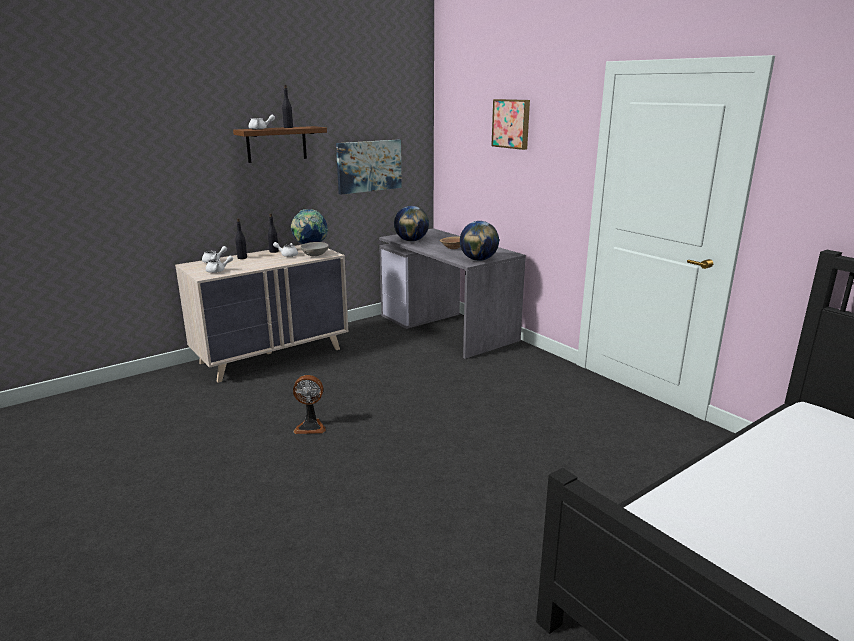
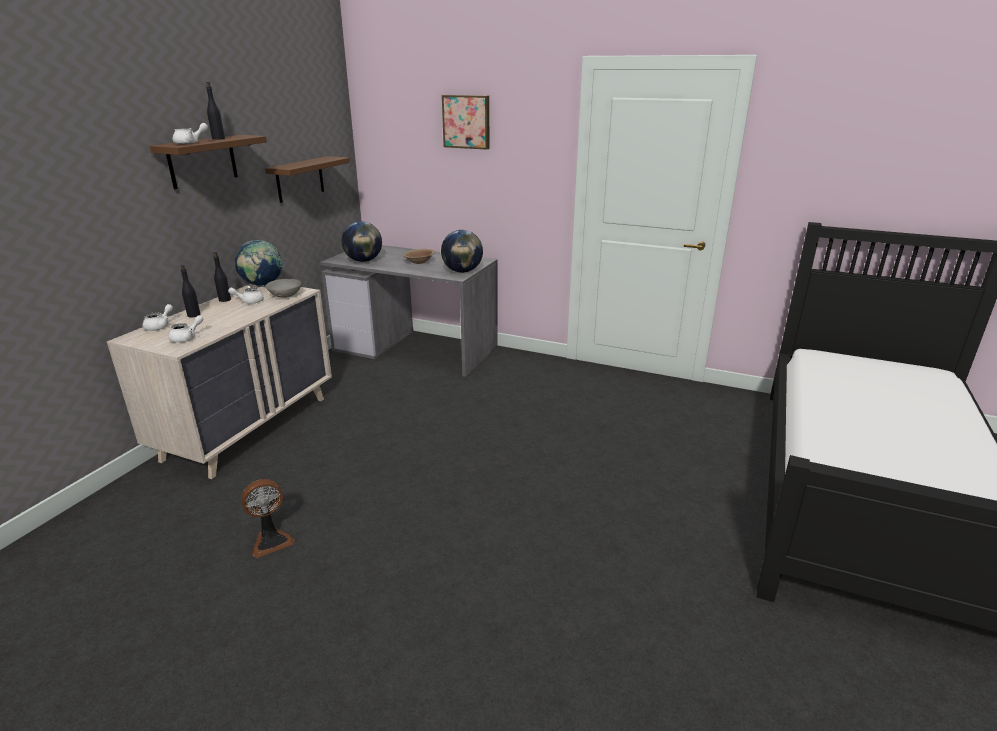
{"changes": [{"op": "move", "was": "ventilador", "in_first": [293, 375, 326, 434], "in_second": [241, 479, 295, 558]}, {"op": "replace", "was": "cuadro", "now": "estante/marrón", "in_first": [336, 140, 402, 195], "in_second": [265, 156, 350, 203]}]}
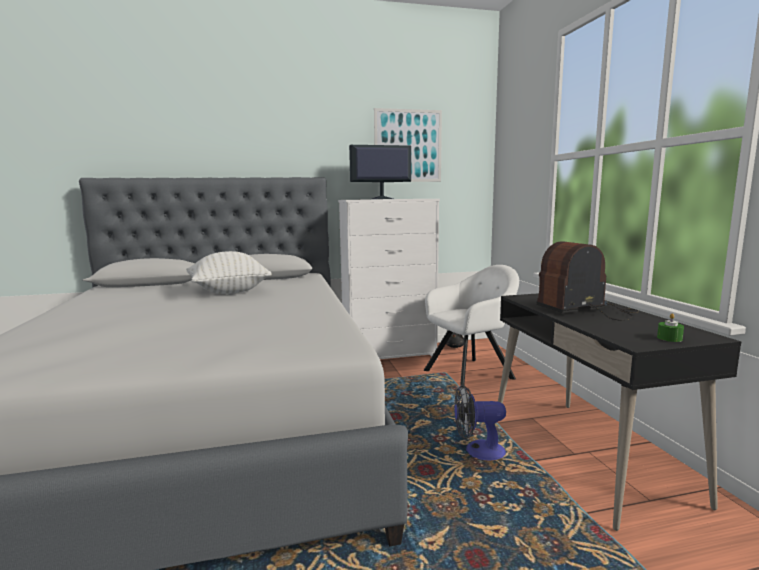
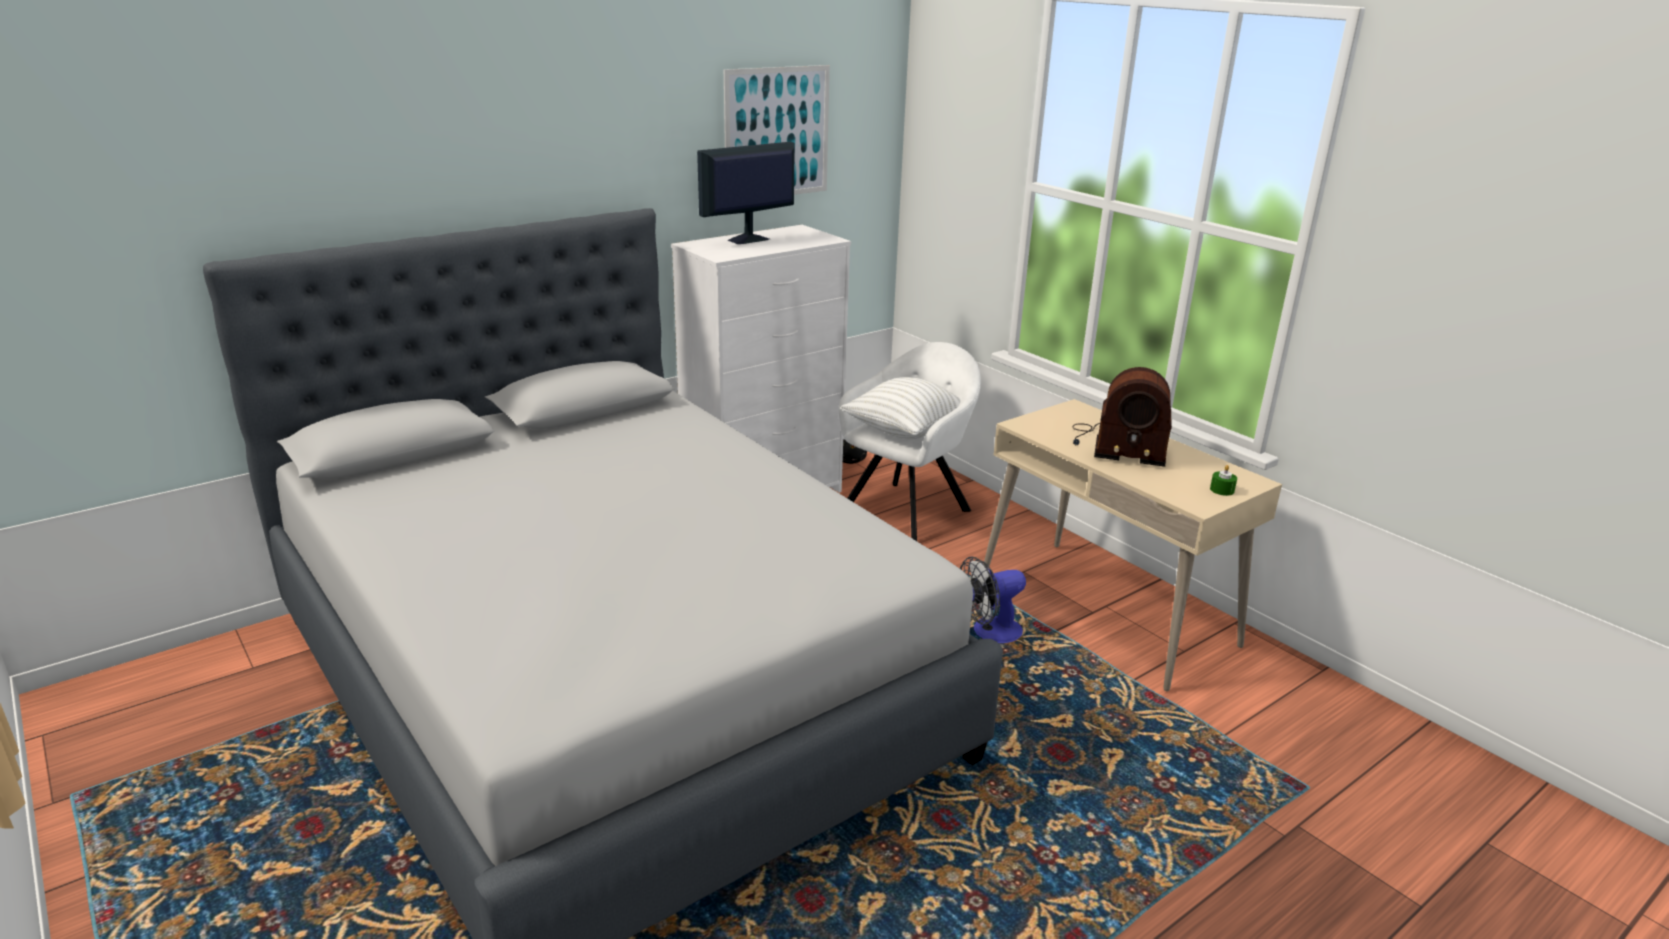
{"changes": [{"op": "move", "was": "cojín/blanco", "in_first": [186, 251, 272, 294], "in_second": [841, 377, 961, 439]}, {"op": "recolor", "was": "escritorio/negro", "now": "escritorio/beis", "in_first": [498, 293, 741, 531], "in_second": [984, 399, 1282, 691]}, {"op": "rotate", "was": "radio", "in_first": [536, 241, 639, 320], "in_second": [1072, 367, 1172, 467], "clockwise": -120}]}
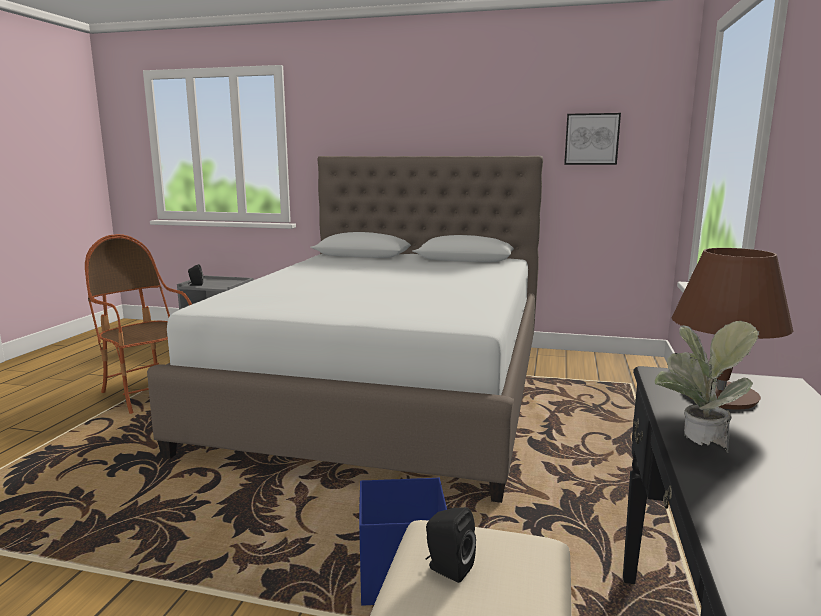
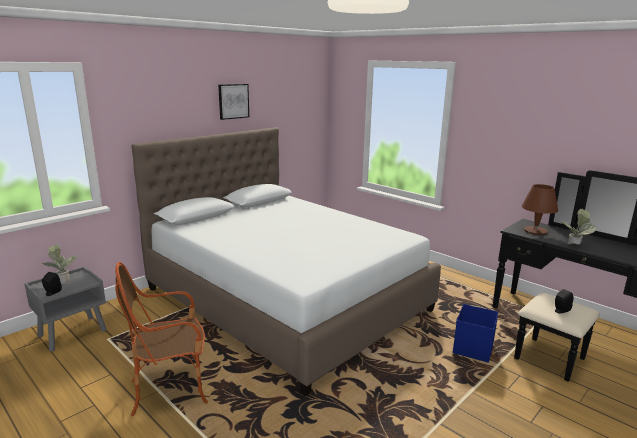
{"changes": [{"op": "move", "was": "cuadro", "in_first": [564, 113, 621, 165], "in_second": [218, 84, 249, 120]}, {"op": "insert", "now": "planta en maceta", "in_second": [42, 244, 77, 284]}]}
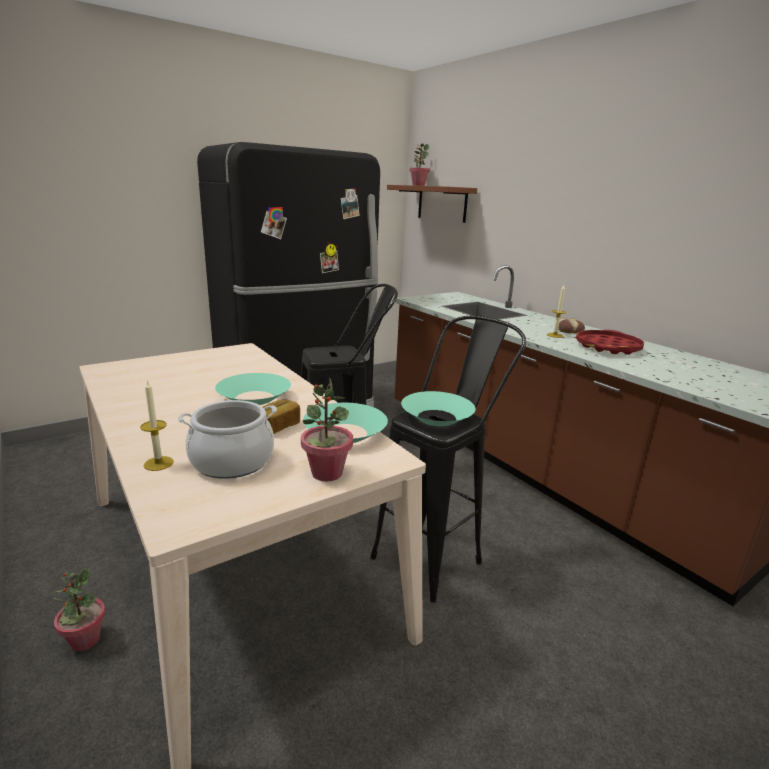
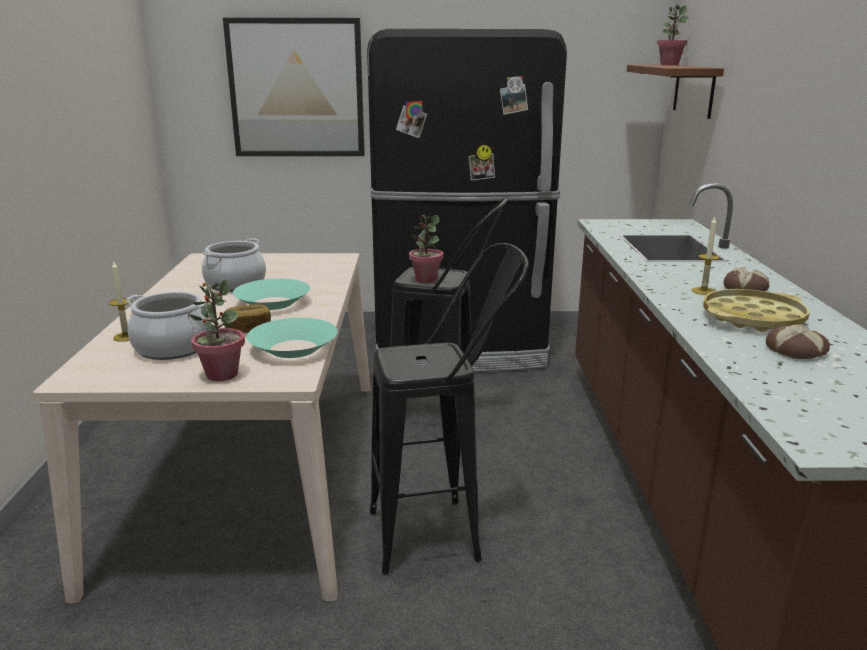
{"changes": [{"op": "move", "was": "planta en maceta", "in_first": [54, 568, 105, 651], "in_second": [409, 214, 444, 283]}, {"op": "delete", "was": "cuenco/turquesa", "in_first": [401, 391, 476, 426]}, {"op": "recolor", "was": "bandeja/rojo", "now": "bandeja/amarillo", "in_first": [576, 330, 644, 355], "in_second": [703, 289, 810, 332]}, {"op": "insert", "now": "olla", "in_second": [202, 238, 266, 292]}, {"op": "insert", "now": "cuadro", "in_second": [223, 18, 365, 156]}, {"op": "insert", "now": "pan", "in_second": [766, 324, 830, 359]}]}
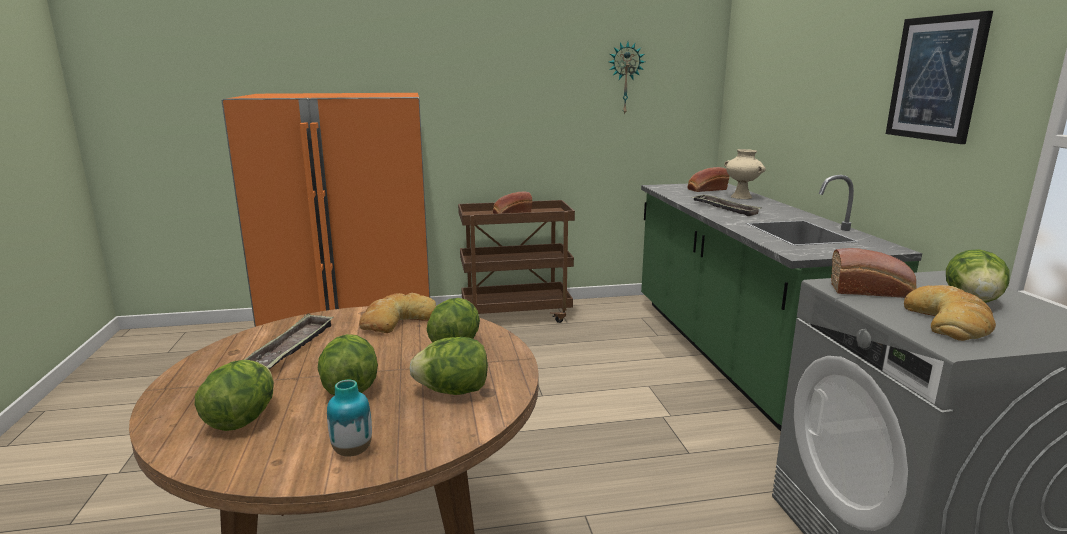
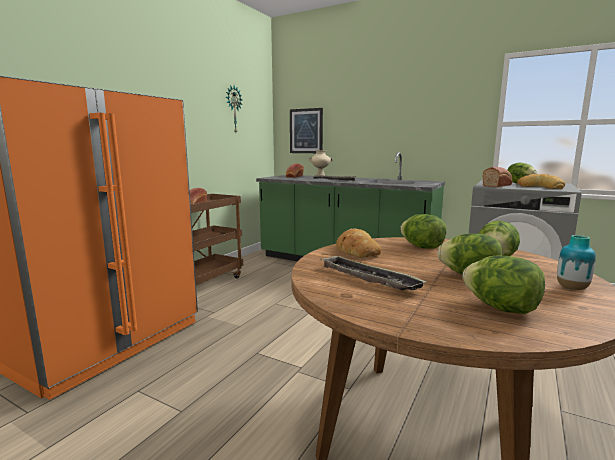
{"changes": [{"op": "move", "was": "cuadro", "in_first": [886, 11, 993, 144], "in_second": [290, 108, 323, 153]}]}
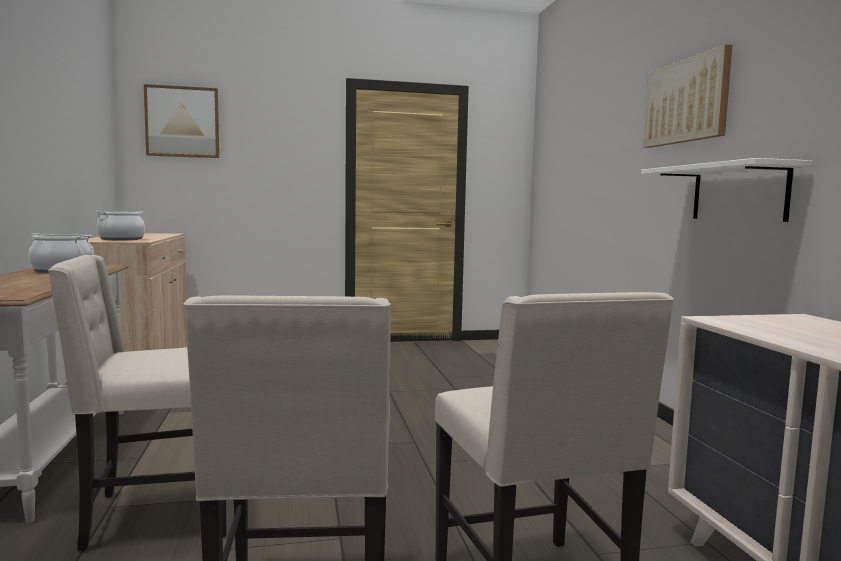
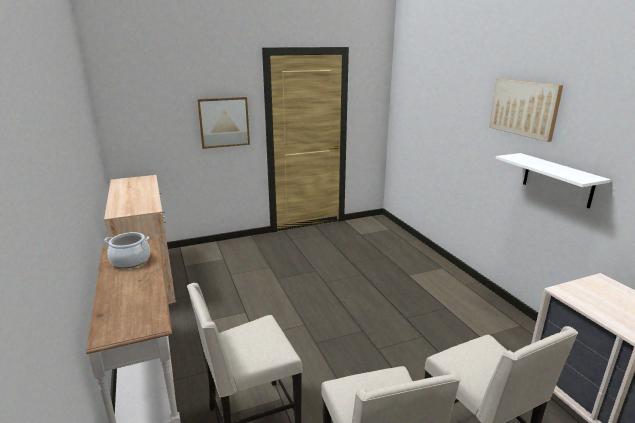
{"changes": [{"op": "delete", "was": "olla", "in_first": [95, 211, 145, 240]}, {"op": "move", "was": "cuadro", "in_first": [144, 84, 219, 158], "in_second": [197, 97, 250, 149]}]}
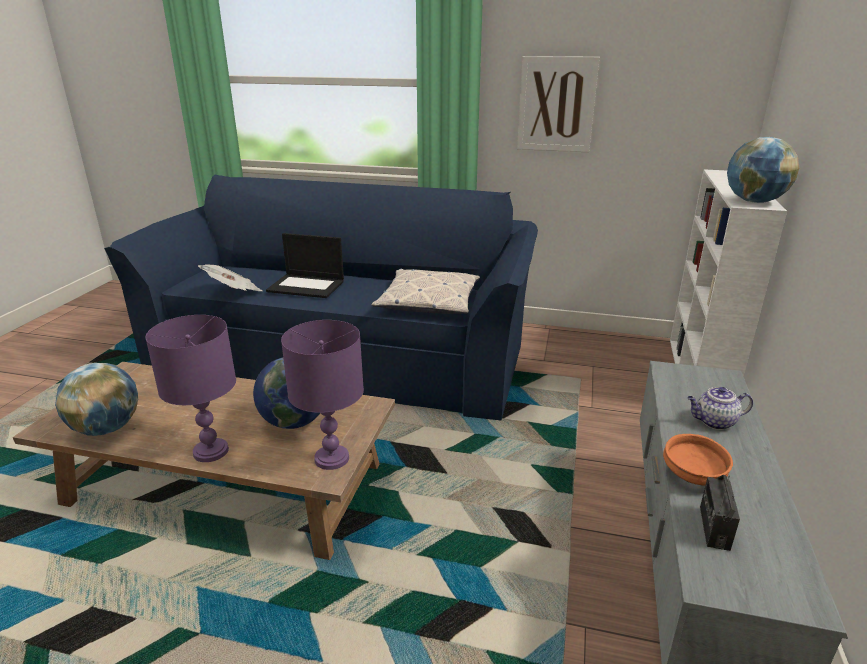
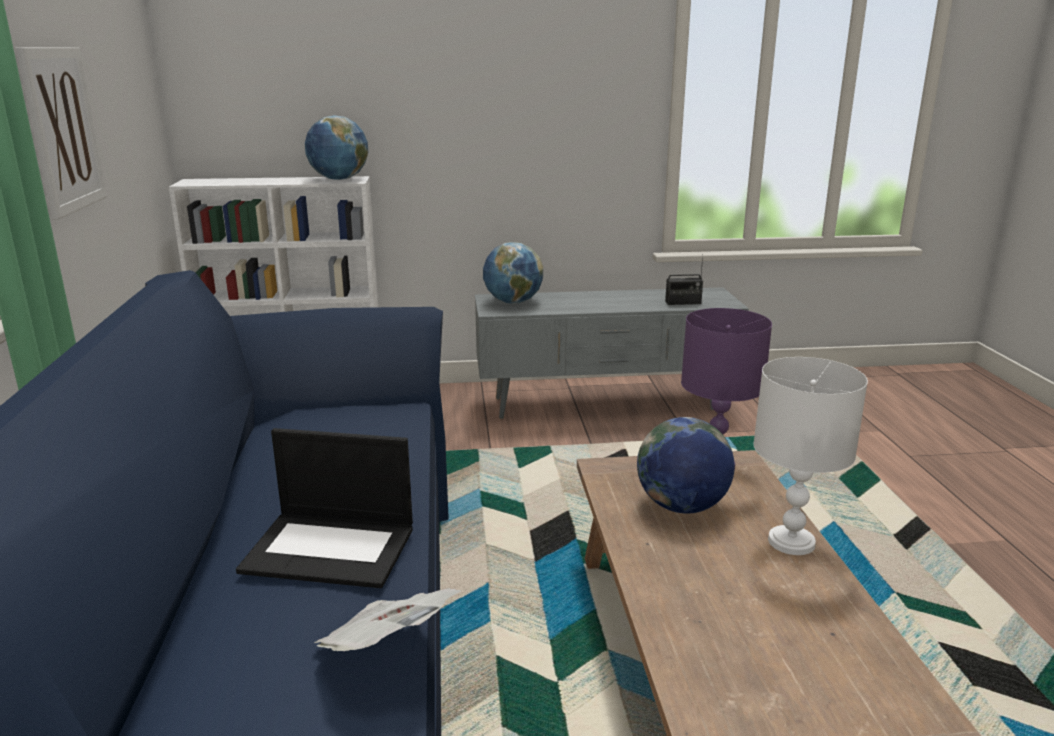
{"changes": [{"op": "move", "was": "globo terráqueo", "in_first": [55, 363, 138, 436], "in_second": [483, 242, 543, 304]}, {"op": "recolor", "was": "lámpara de mesa/morado", "now": "lámpara de mesa/blanco", "in_first": [146, 315, 236, 462], "in_second": [753, 357, 868, 555]}, {"op": "rotate", "was": "portátil", "in_first": [266, 233, 344, 298], "in_second": [236, 428, 413, 588], "clockwise": 105}, {"op": "delete", "was": "cojín", "in_first": [371, 268, 480, 314]}, {"op": "delete", "was": "cuenco/naranja", "in_first": [663, 434, 733, 485]}, {"op": "delete", "was": "tetera", "in_first": [687, 387, 753, 430]}]}
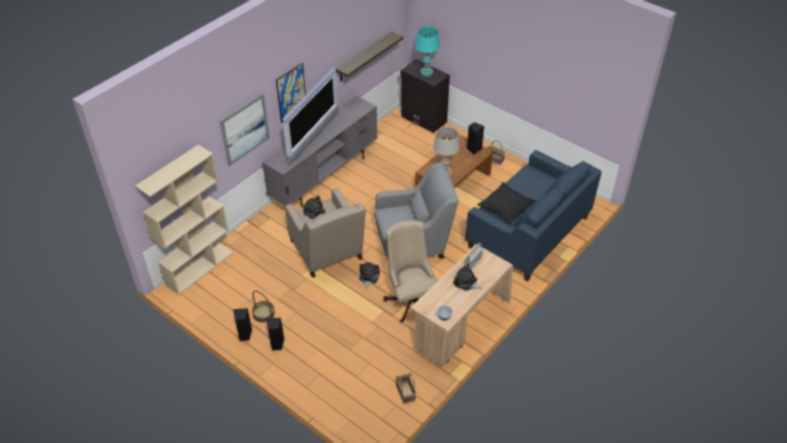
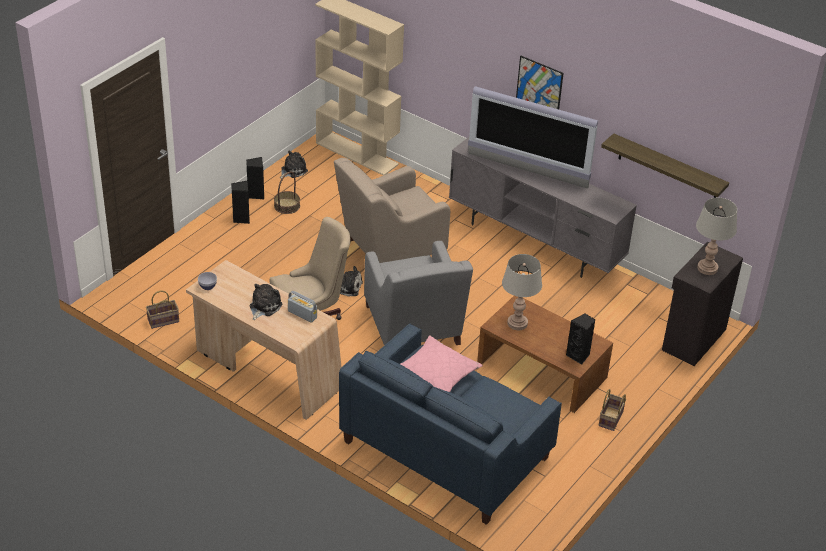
{"changes": [{"op": "delete", "was": "cuadro", "in_first": [220, 93, 270, 166]}, {"op": "move", "was": "peluche", "in_first": [303, 195, 326, 219], "in_second": [280, 151, 308, 179]}, {"op": "recolor", "was": "lámpara de mesa/turquesa", "now": "lámpara de mesa/gris", "in_first": [415, 27, 440, 77], "in_second": [696, 198, 737, 275]}, {"op": "recolor", "was": "cojín/negro", "now": "cojín/rosa", "in_first": [477, 182, 536, 225], "in_second": [401, 335, 483, 392]}]}
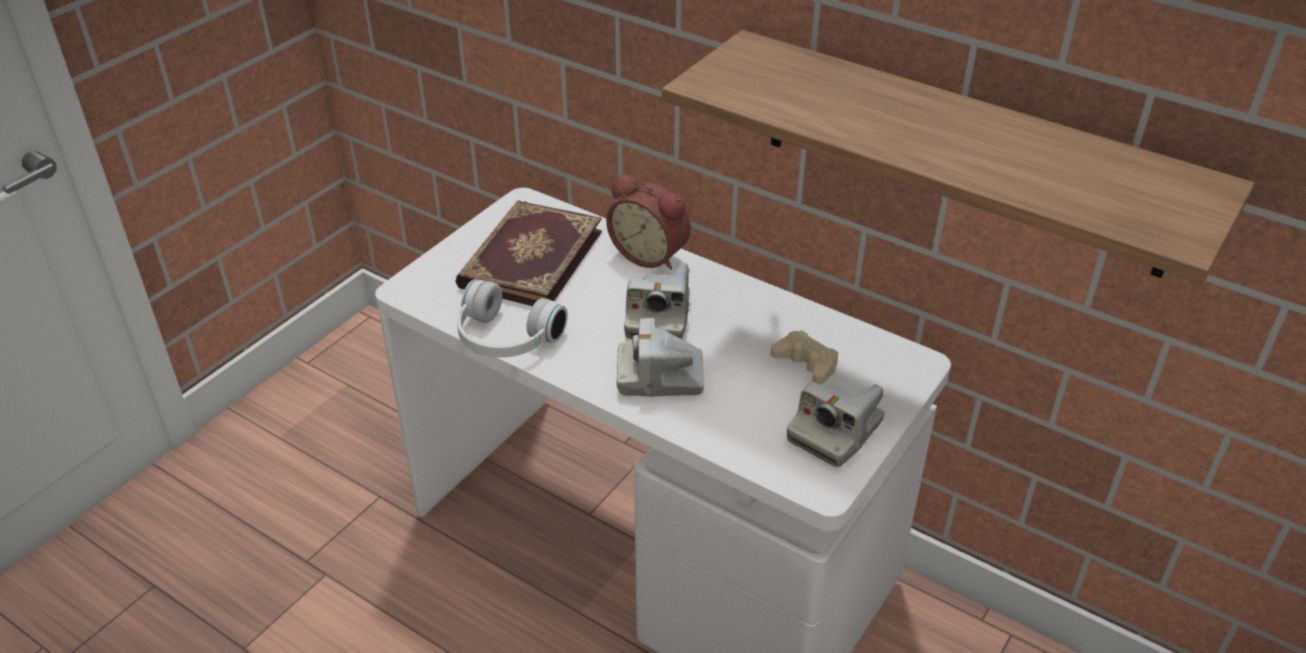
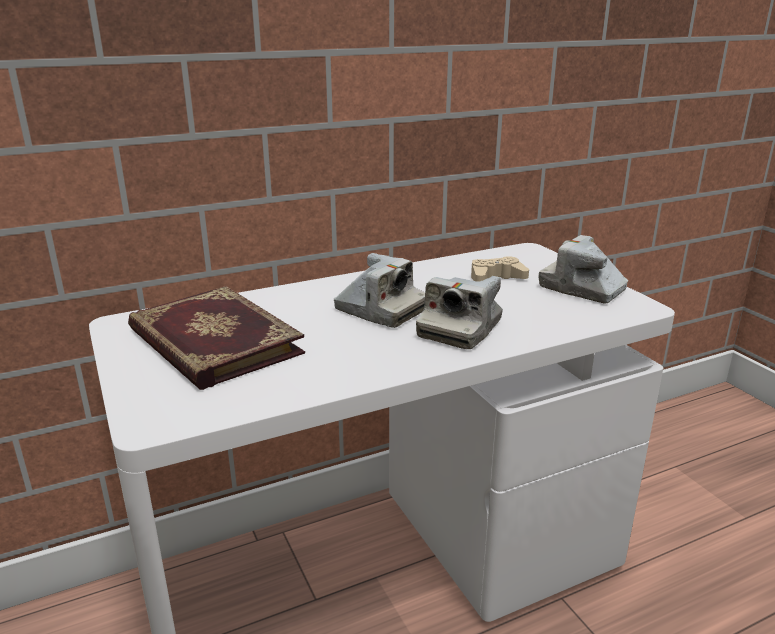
{"changes": [{"op": "delete", "was": "auriculares/blanco", "in_first": [457, 279, 568, 357]}, {"op": "delete", "was": "despertador", "in_first": [606, 174, 691, 270]}, {"op": "delete", "was": "estante", "in_first": [662, 30, 1255, 284]}, {"op": "rotate", "was": "cámara", "in_first": [787, 382, 885, 467], "in_second": [538, 235, 628, 303], "clockwise": 150}]}
